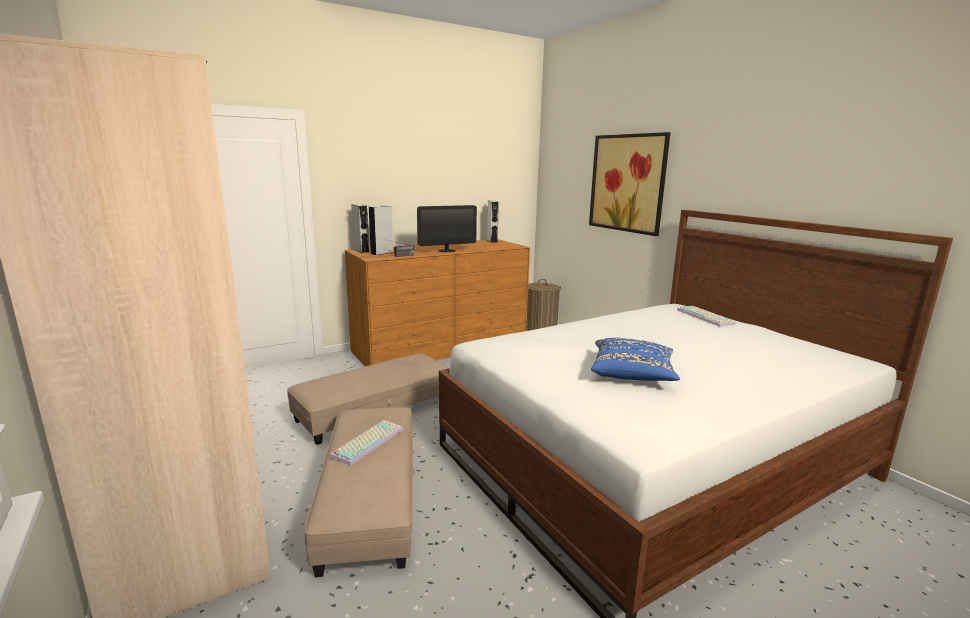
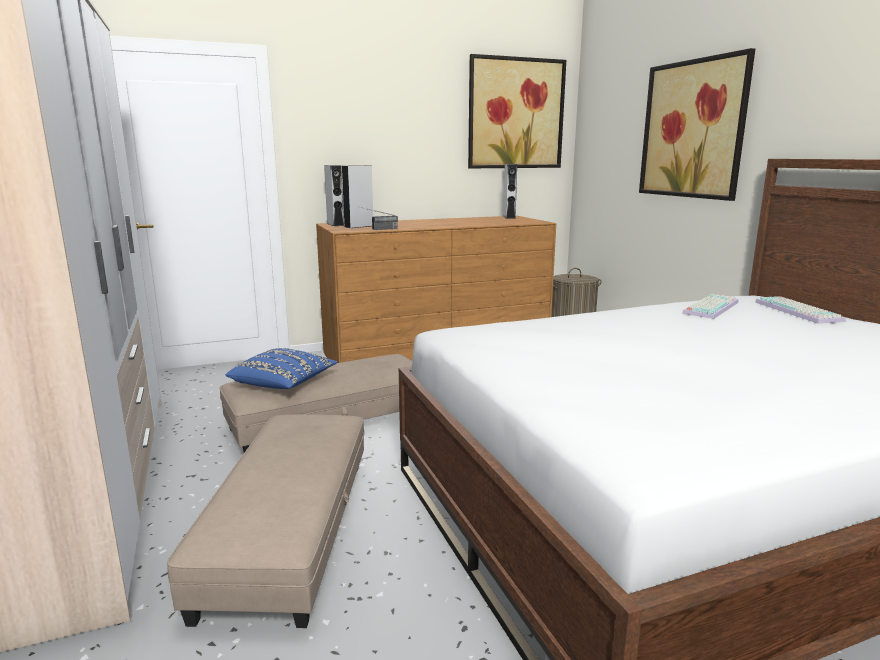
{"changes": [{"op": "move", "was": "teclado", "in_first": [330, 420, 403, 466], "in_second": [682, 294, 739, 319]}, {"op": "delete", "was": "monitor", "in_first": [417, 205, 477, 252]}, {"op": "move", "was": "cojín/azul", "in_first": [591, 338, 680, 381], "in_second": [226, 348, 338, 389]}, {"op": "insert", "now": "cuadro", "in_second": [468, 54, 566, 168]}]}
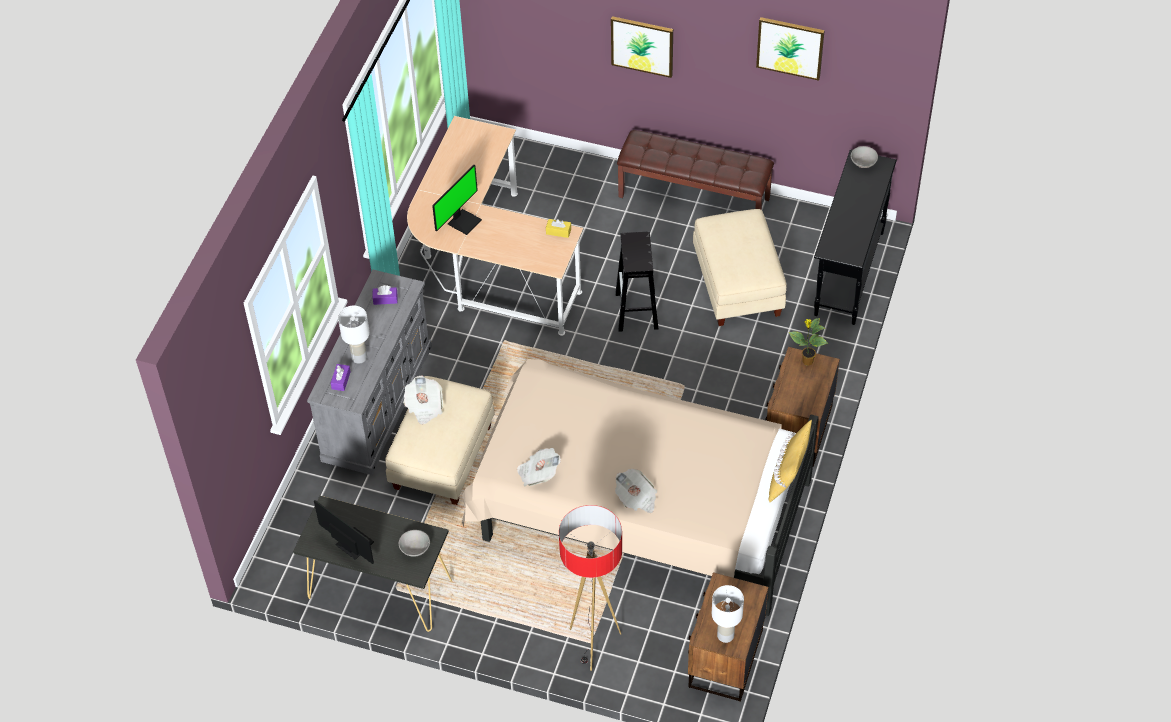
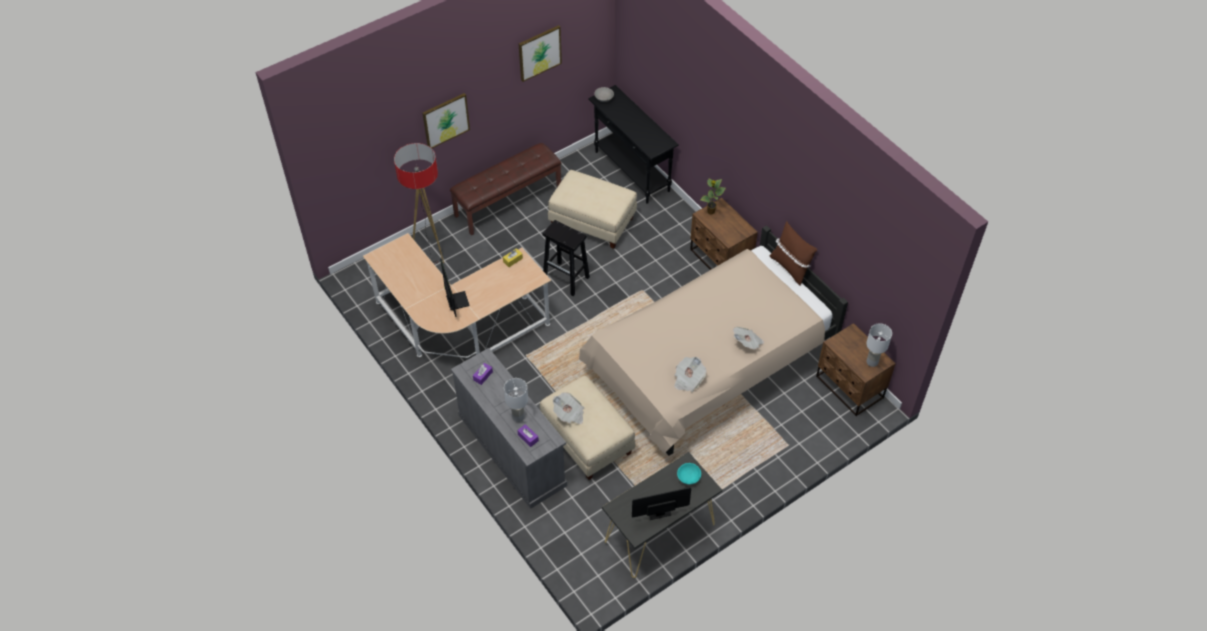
{"changes": [{"op": "recolor", "was": "cuenco/gris", "now": "cuenco/turquesa", "in_first": [399, 530, 430, 557], "in_second": [677, 463, 701, 484]}, {"op": "move", "was": "lámpara de pie", "in_first": [559, 505, 622, 671], "in_second": [394, 143, 444, 264]}, {"op": "recolor", "was": "cojín/amarillo", "now": "cojín/marrón", "in_first": [768, 420, 812, 502], "in_second": [770, 221, 817, 285]}]}
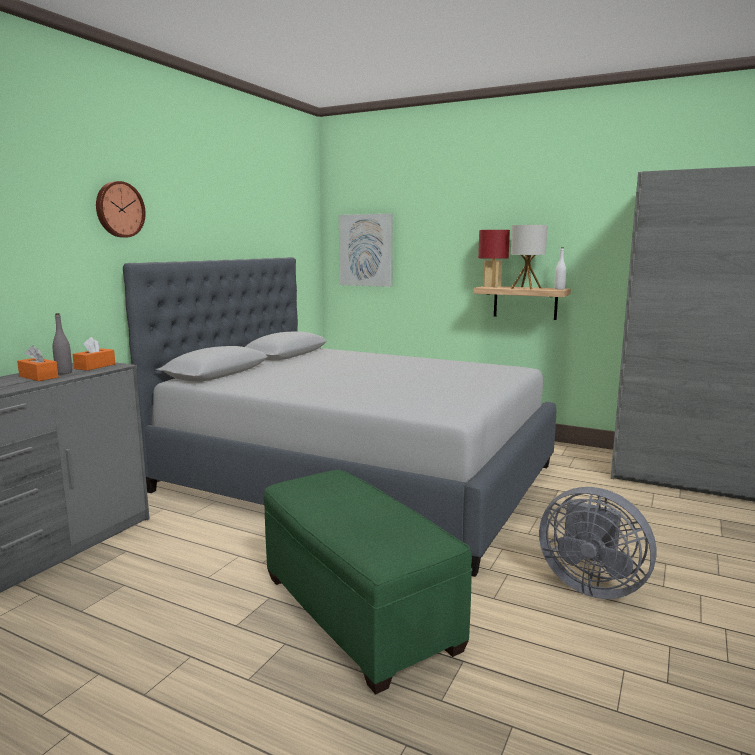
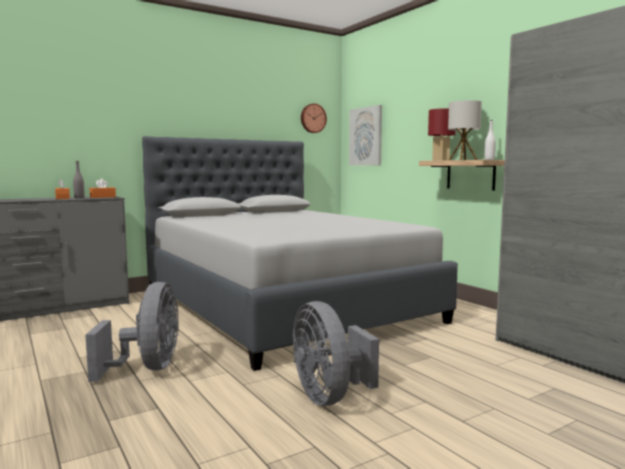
{"changes": [{"op": "move", "was": "reloj de pared", "in_first": [96, 181, 146, 238], "in_second": [301, 104, 327, 133]}, {"op": "replace", "was": "puf/verde", "now": "ventilador/gris", "in_first": [264, 470, 472, 694], "in_second": [85, 282, 179, 382]}]}
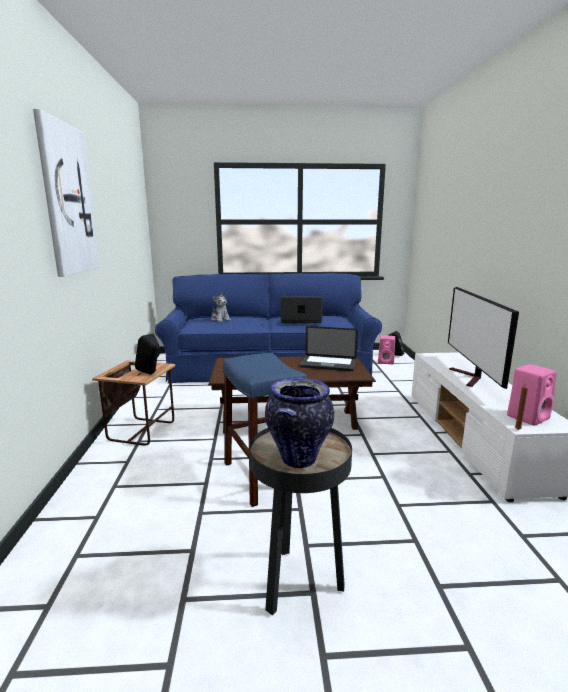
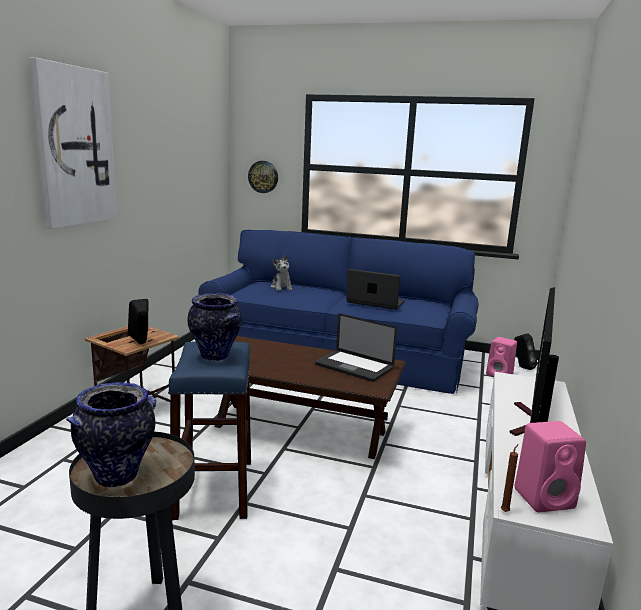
{"changes": [{"op": "insert", "now": "florero", "in_second": [188, 293, 242, 361]}, {"op": "insert", "now": "reloj de pared", "in_second": [248, 161, 278, 193]}]}
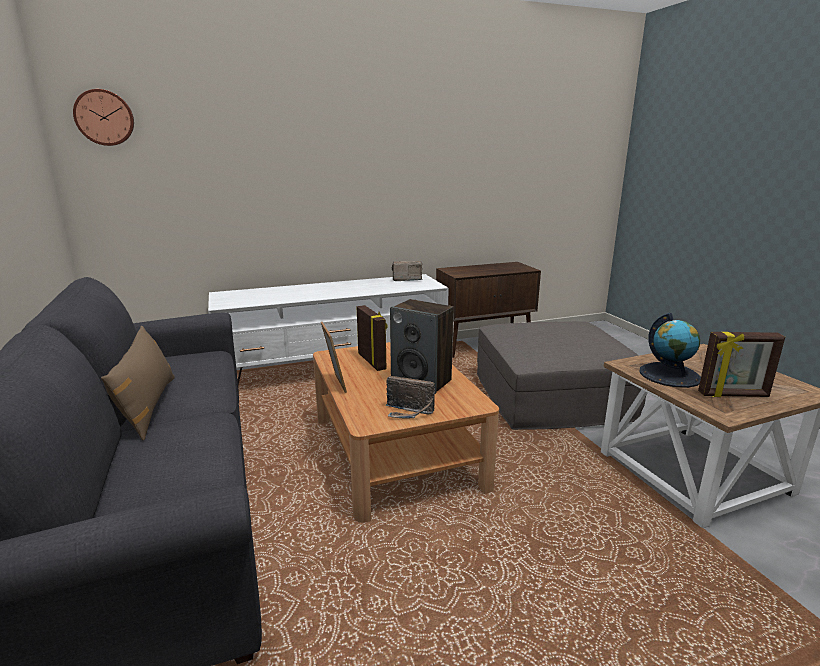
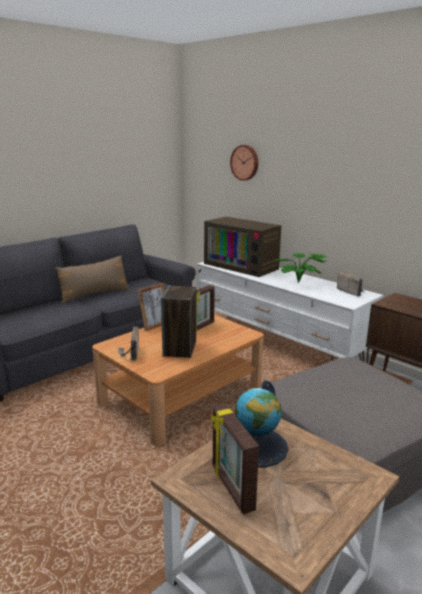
{"changes": [{"op": "move", "was": "reloj de pared", "in_first": [73, 89, 134, 146], "in_second": [230, 145, 258, 181]}, {"op": "insert", "now": "televisor", "in_second": [204, 217, 281, 277]}, {"op": "insert", "now": "planta en maceta", "in_second": [275, 253, 327, 283]}]}
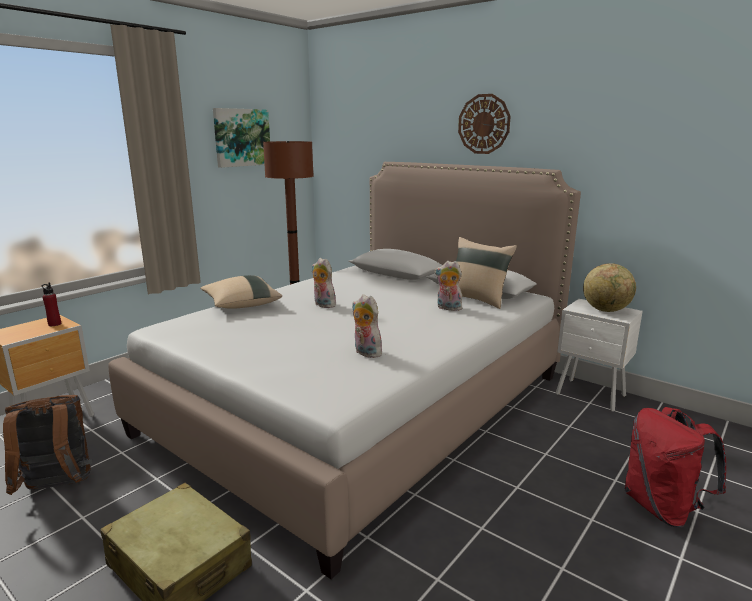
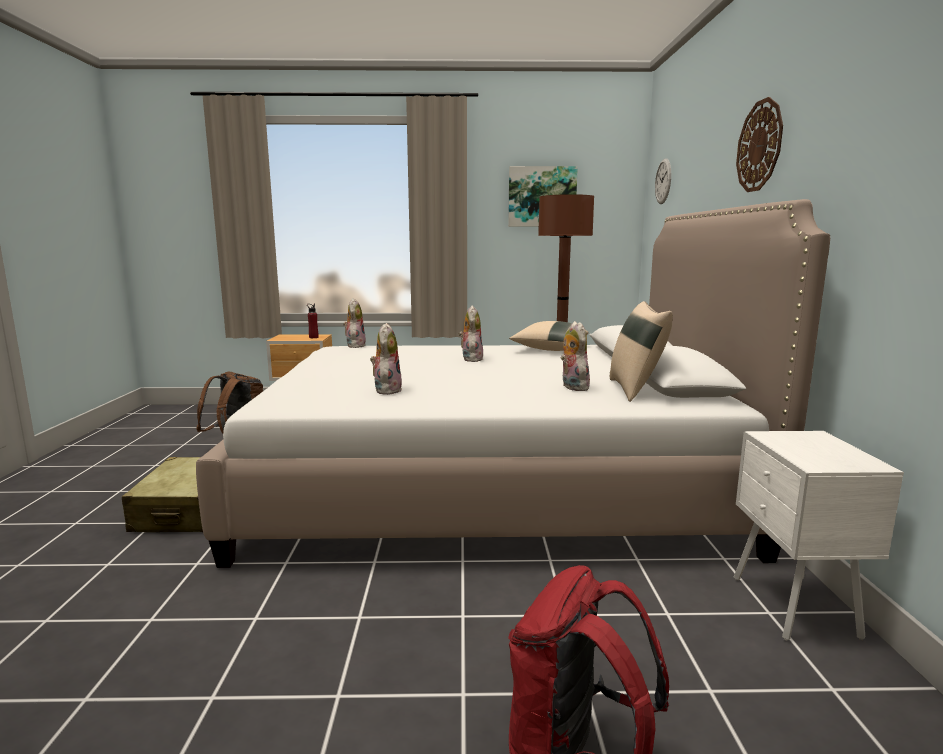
{"changes": [{"op": "move", "was": "cojín/beis", "in_first": [200, 275, 282, 309], "in_second": [509, 321, 588, 351]}, {"op": "delete", "was": "globo terráqueo", "in_first": [583, 263, 636, 312]}, {"op": "insert", "now": "peluche", "in_second": [343, 298, 366, 348]}, {"op": "insert", "now": "reloj de pared", "in_second": [655, 158, 671, 204]}]}
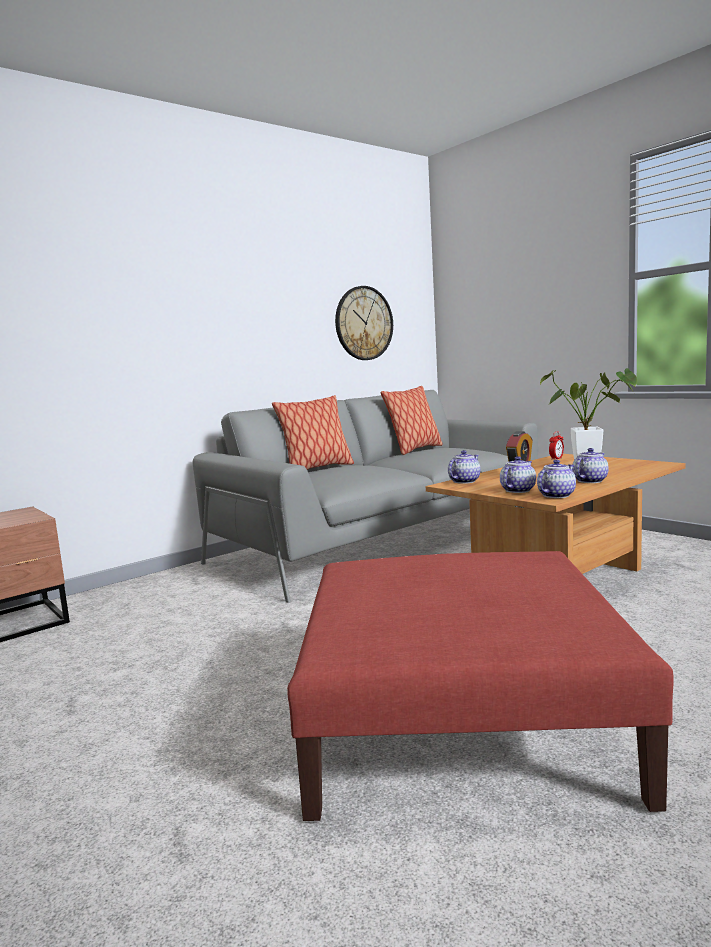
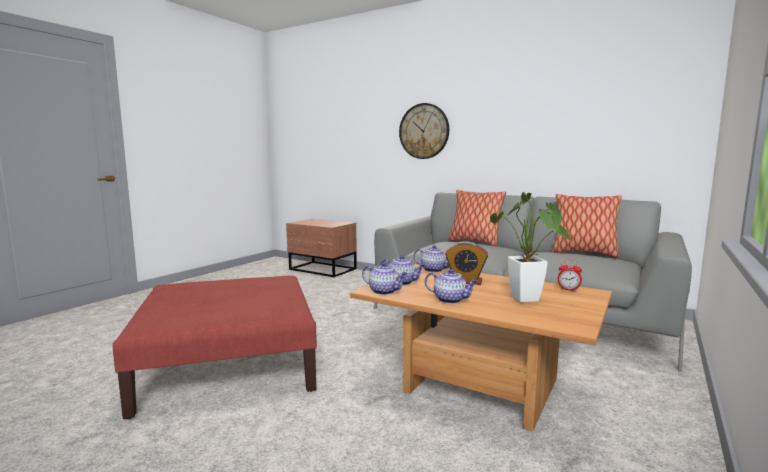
{"changes": [{"op": "move", "was": "reloj de pared", "in_first": [335, 286, 393, 360], "in_second": [399, 103, 449, 159]}]}
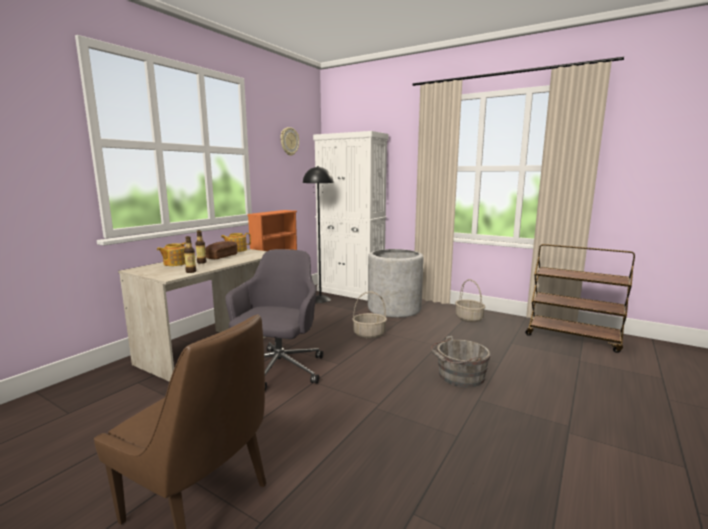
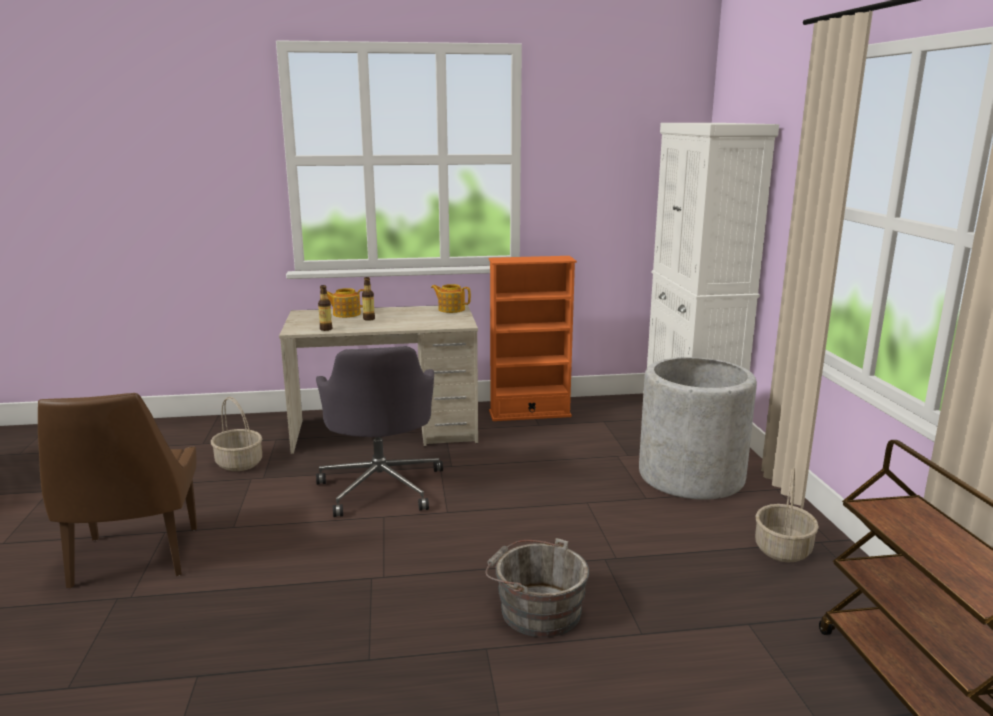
{"changes": [{"op": "delete", "was": "pan", "in_first": [205, 241, 237, 259]}, {"op": "rotate", "was": "silla de oficina/gris", "in_first": [226, 249, 323, 391], "in_second": [316, 346, 443, 517], "clockwise": 105}, {"op": "delete", "was": "reloj de pared", "in_first": [280, 127, 299, 156]}, {"op": "delete", "was": "lámpara de pie/negro", "in_first": [303, 166, 334, 303]}, {"op": "move", "was": "cesta", "in_first": [352, 291, 387, 338], "in_second": [211, 397, 262, 471]}]}
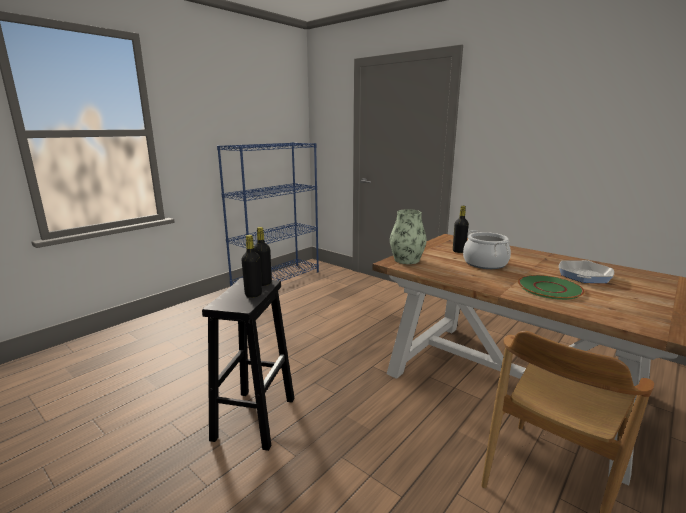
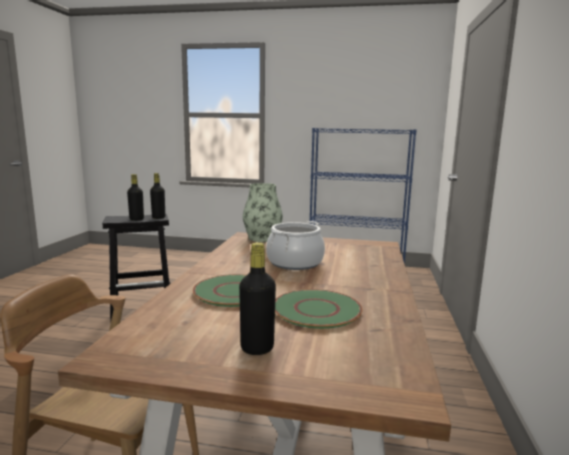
{"changes": [{"op": "move", "was": "botella/negro", "in_first": [453, 206, 469, 253], "in_second": [239, 242, 276, 355]}, {"op": "replace", "was": "sartén", "now": "plato/verde", "in_first": [559, 260, 614, 283], "in_second": [275, 289, 363, 329]}]}
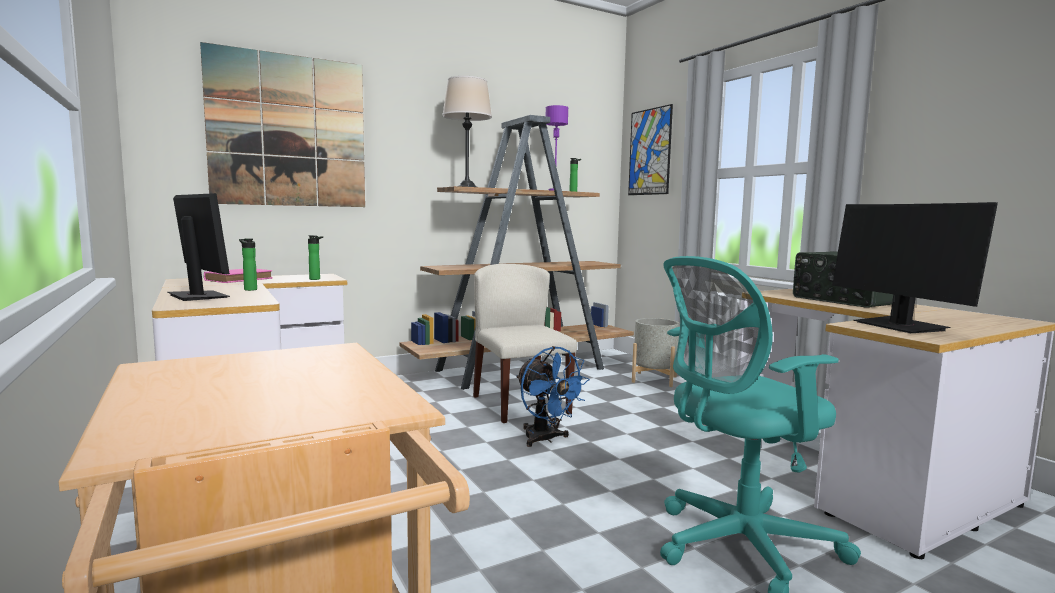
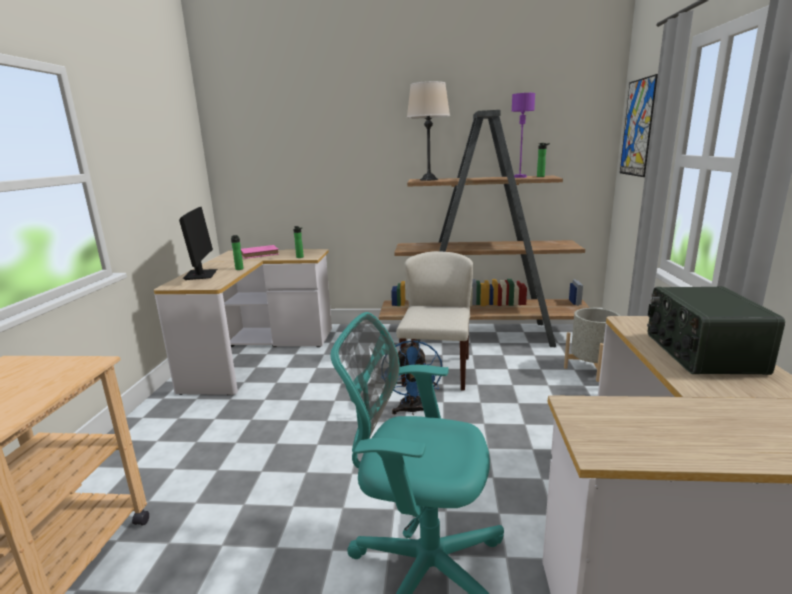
{"changes": [{"op": "delete", "was": "cuadro", "in_first": [200, 42, 365, 207]}, {"op": "delete", "was": "monitor", "in_first": [832, 202, 998, 333]}]}
